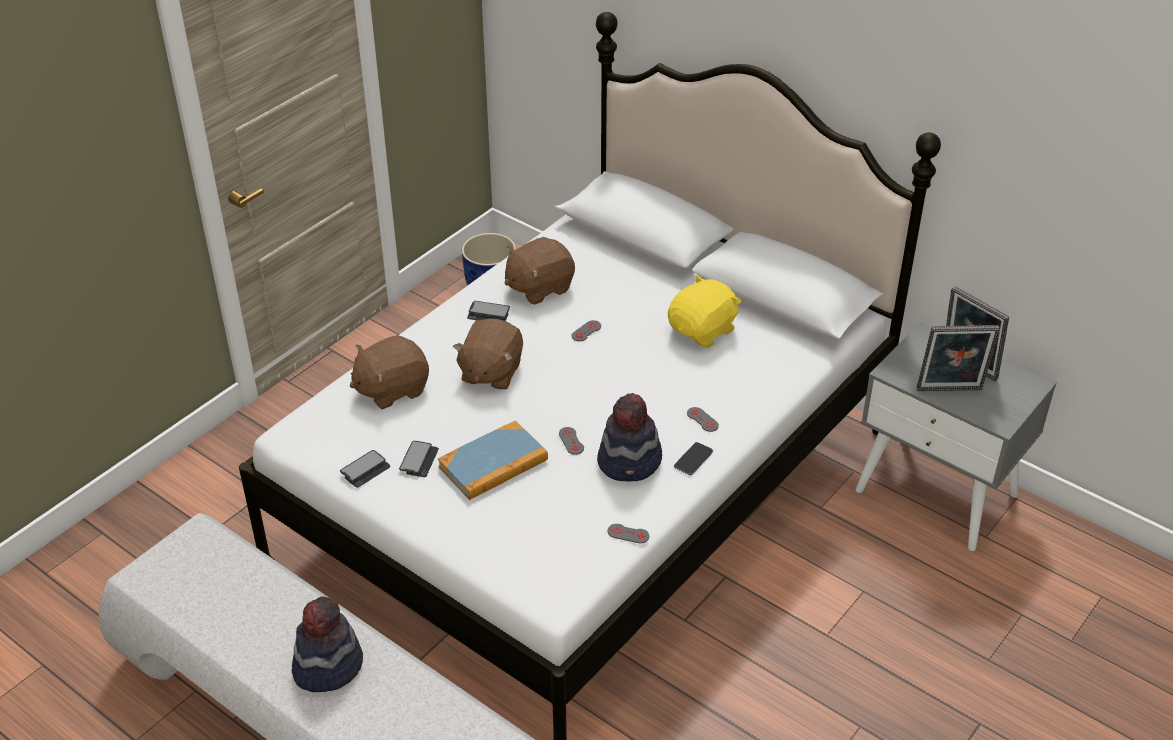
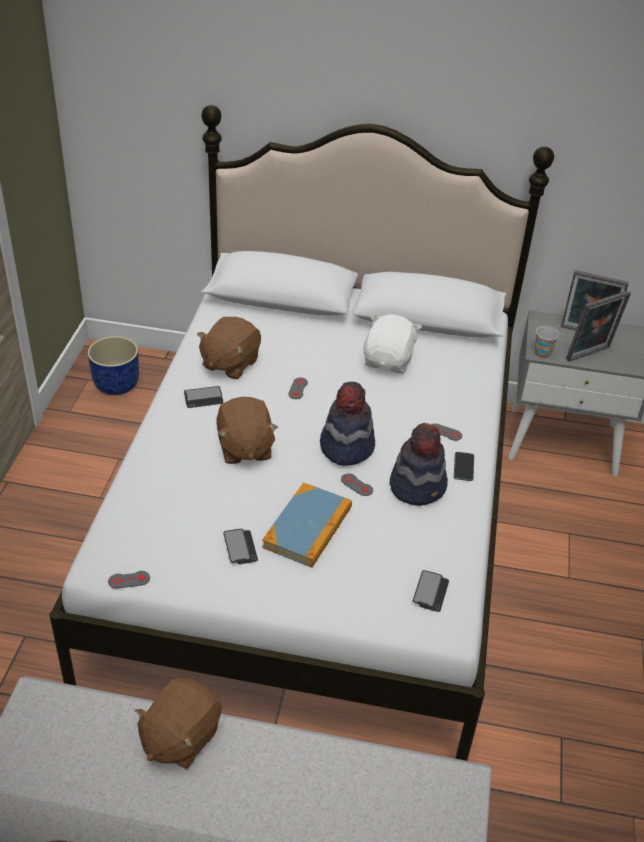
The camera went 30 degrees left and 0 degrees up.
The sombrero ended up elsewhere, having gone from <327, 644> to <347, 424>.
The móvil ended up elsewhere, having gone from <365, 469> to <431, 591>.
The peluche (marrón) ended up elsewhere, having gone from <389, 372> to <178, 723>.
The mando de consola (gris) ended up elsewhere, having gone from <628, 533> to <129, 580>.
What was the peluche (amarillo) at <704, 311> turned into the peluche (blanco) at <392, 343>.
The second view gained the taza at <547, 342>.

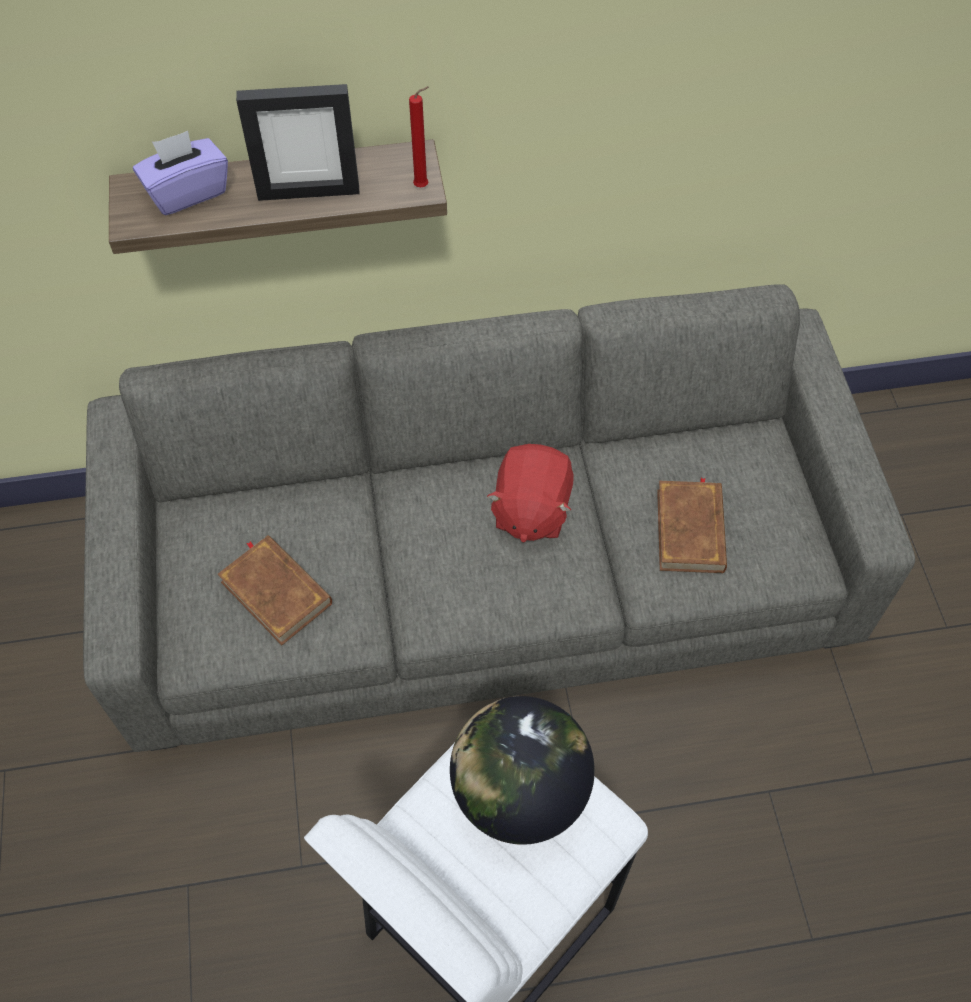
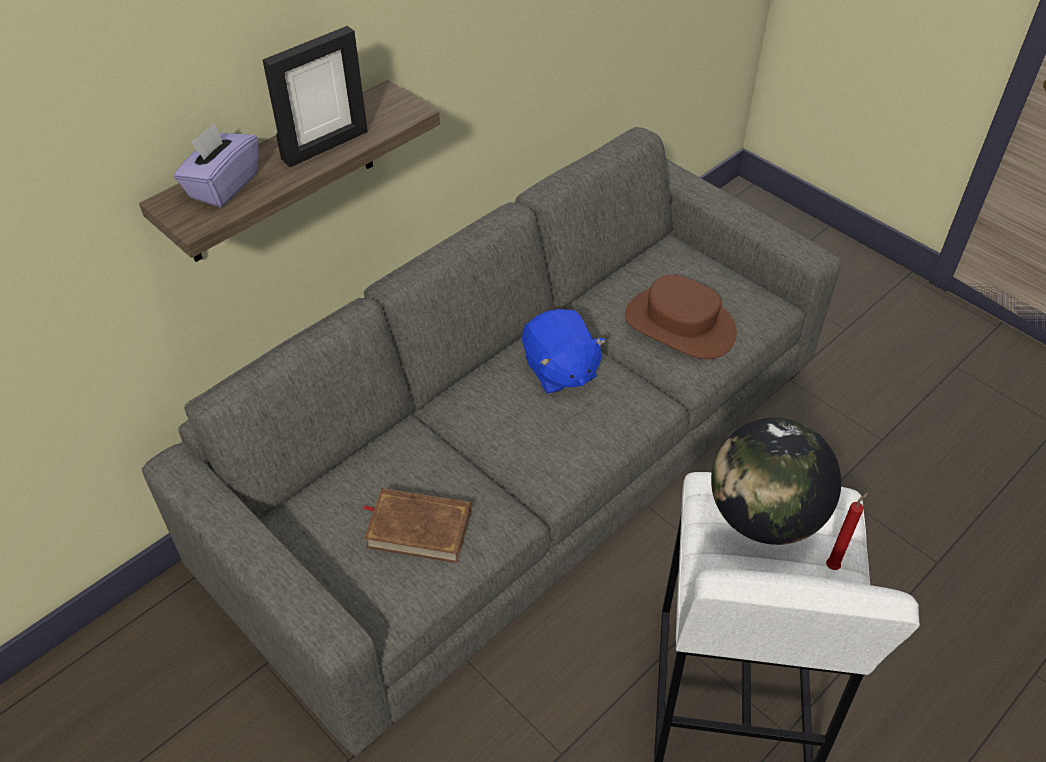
The camera went 35 degrees left and 10 degrees down.
The vela (rojo) ended up elsewhere, having gone from <419, 137> to <847, 531>.
What was the peluche (rojo) at <530, 493> turned into the peluche (azul) at <564, 351>.
Where the libro (marrón) stood at <692, 525>, the sombrero (marrón) came to stand at <681, 317>.

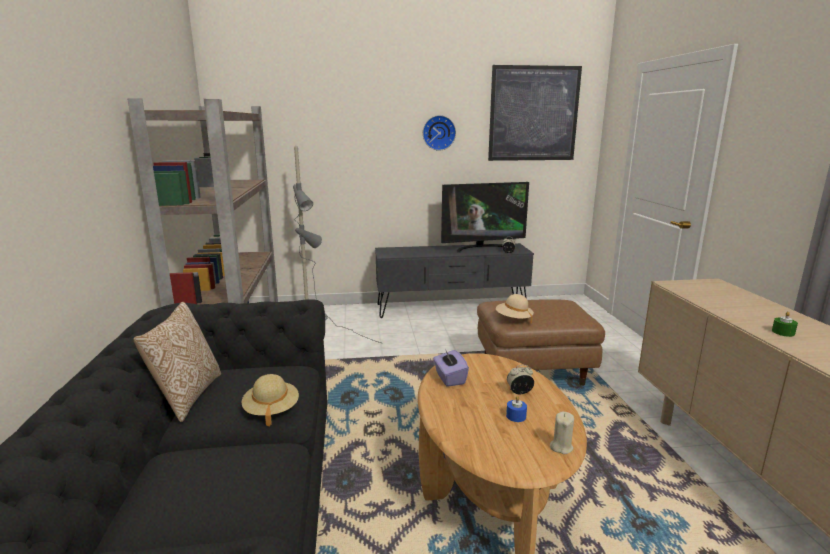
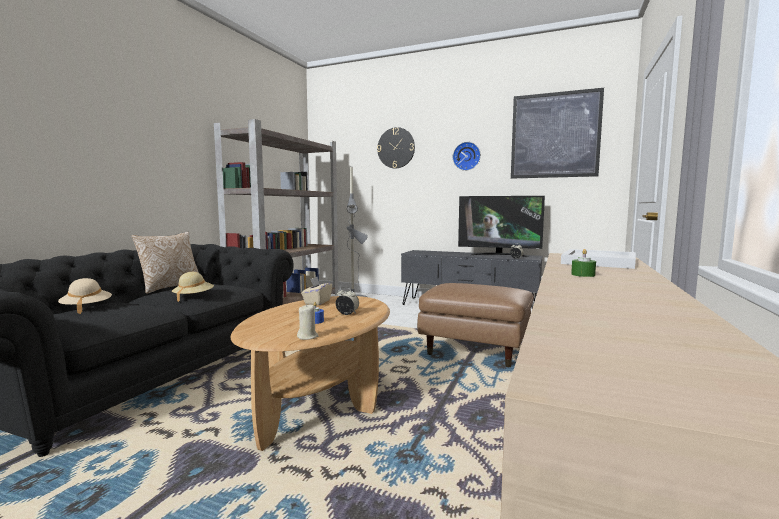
The camera went 30 degrees right and 10 degrees down.
What was the caja de pañuelos (morado) at <451, 368> turned into the caja de pañuelos (beis) at <316, 291>.
The sombrero (beis) ended up elsewhere, having gone from <515, 309> to <85, 296>.
The second view gained the reloj de pared at <396, 148>.
The second view gained the bandeja (blanco) at <598, 259>.

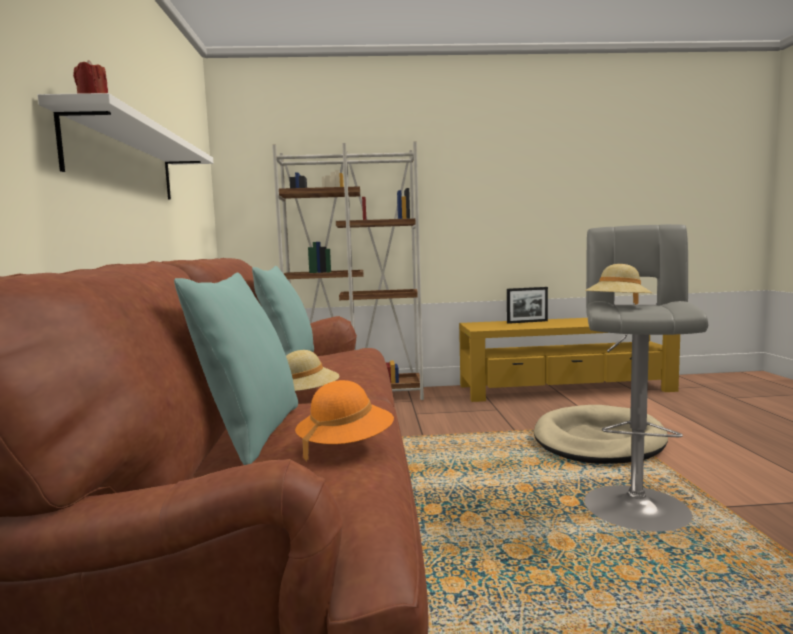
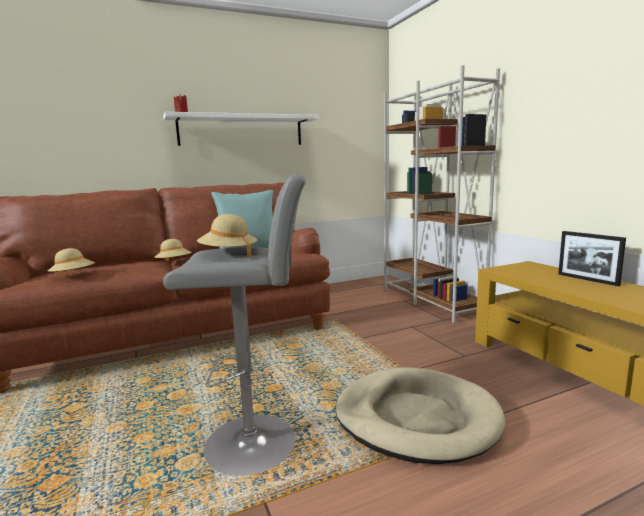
The camera went 70 degrees right and 5 degrees up.
The second view lost the cojín (turquesa) at <236, 369>.
What was the sombrero (naranja) at <344, 421> turned into the sombrero (beis) at <71, 261>.

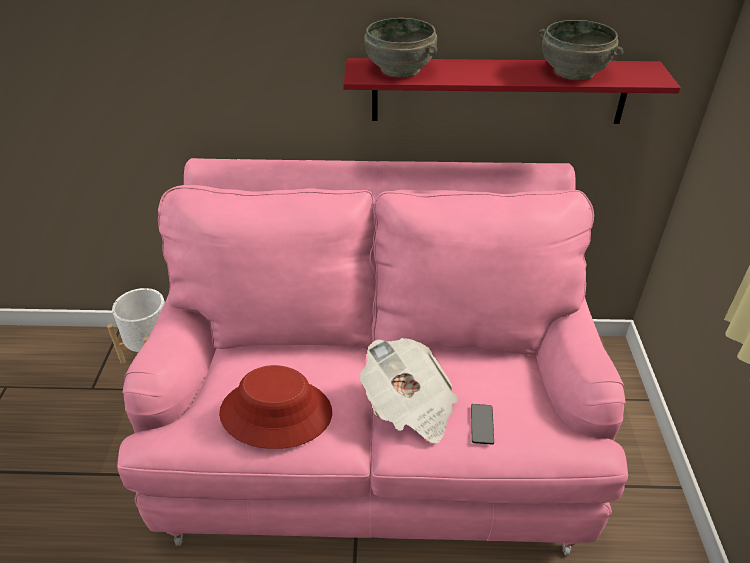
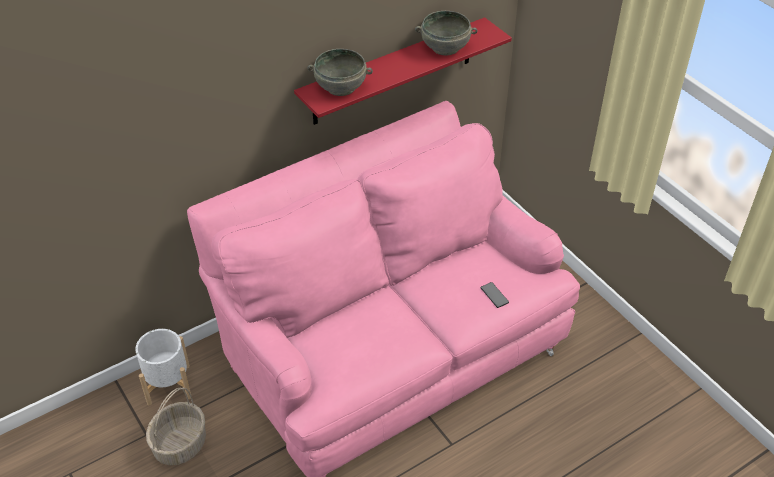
The camera went 35 degrees left and 5 degrees up.
The second view lost the sombrero (rojo) at <275, 407>.
The second view lost the periódico at <409, 390>.
The second view gained the cesta at <176, 426>.

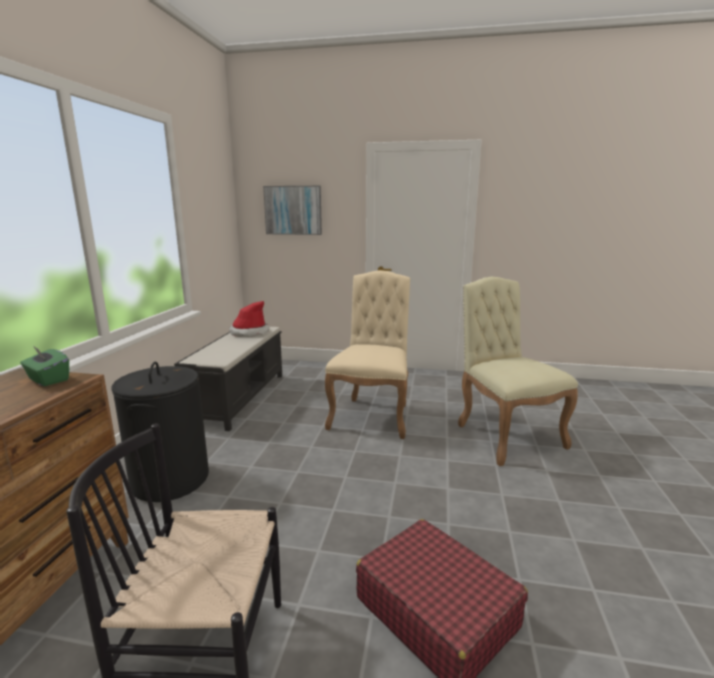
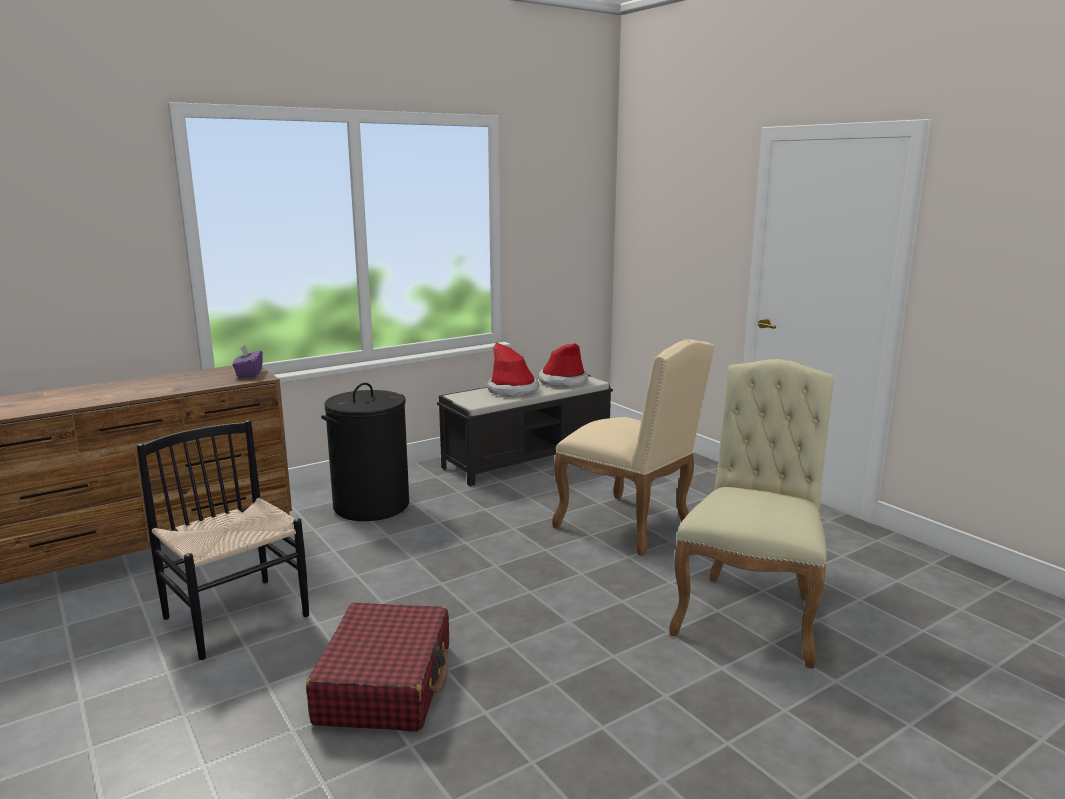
The camera went 45 degrees right and 0 degrees up.
What was the caja de pañuelos (verde) at <44, 366> turned into the caja de pañuelos (morado) at <248, 361>.
The second view lost the cuadro at <292, 210>.
The silla (beis) at <367, 354> ended up facing another way, 75 degrees clockwise from before.
The second view gained the sombrero at <513, 369>.

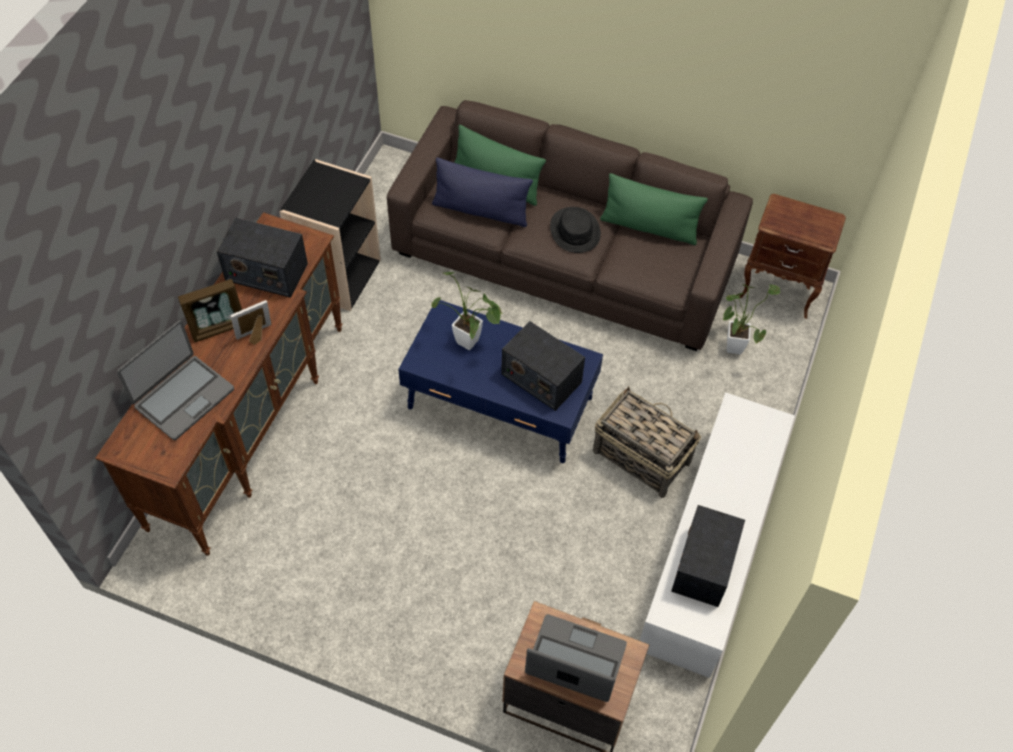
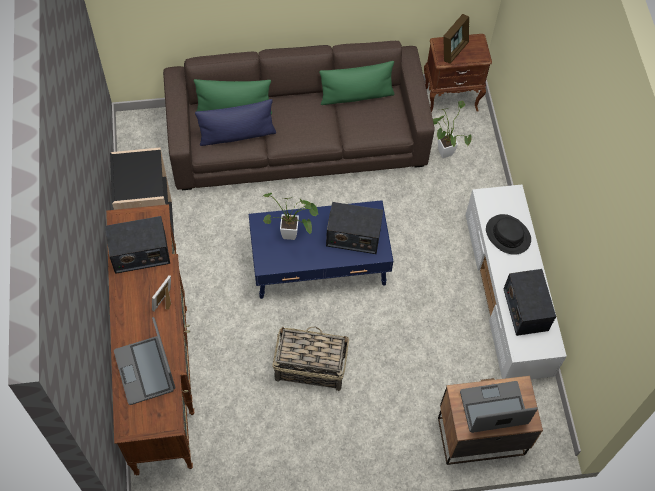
The camera went 30 degrees left and 5 degrees up.
The portátil at <175, 380> ended up facing another way, 150 degrees clockwise from before.
The portarretratos ended up elsewhere, having gone from <210, 310> to <456, 39>.
The sombrero (negro) ended up elsewhere, having gone from <575, 230> to <508, 234>.
The cesta ended up elsewhere, having gone from <647, 442> to <311, 359>.

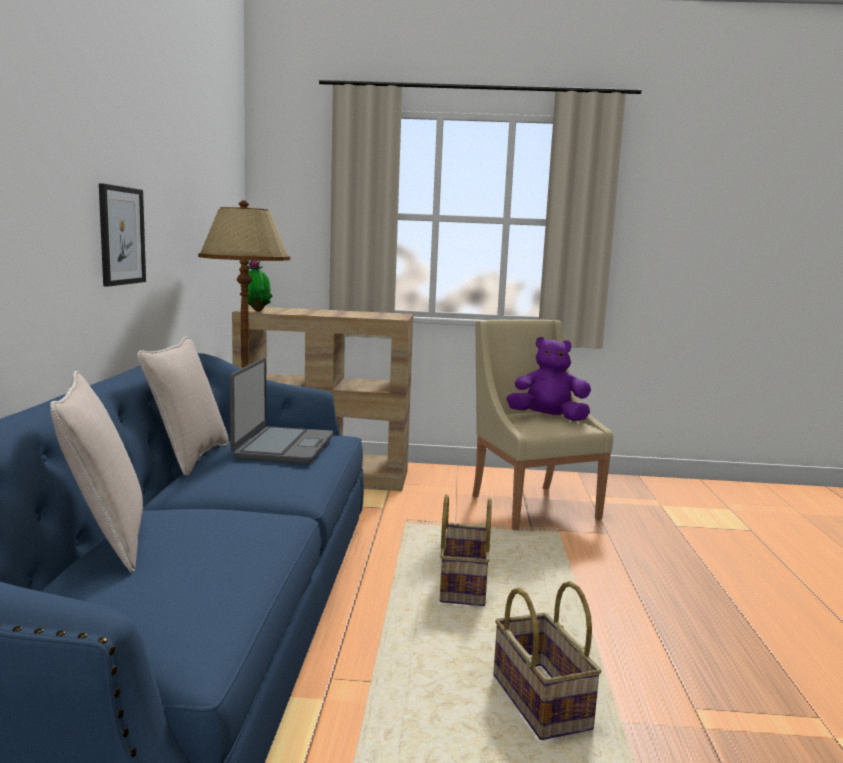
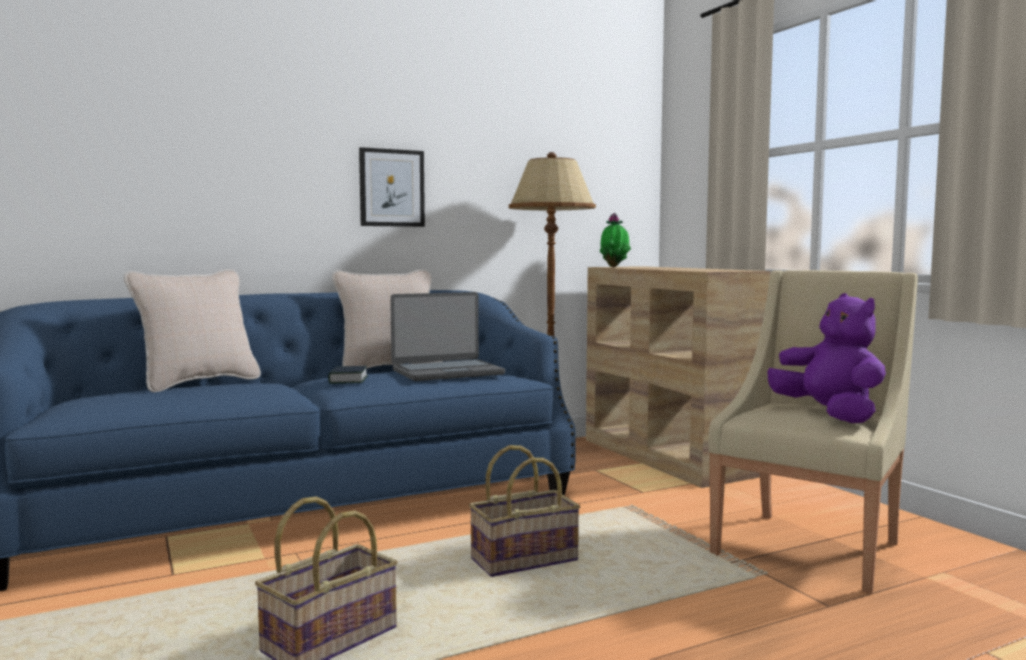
The camera went 60 degrees right and 5 degrees down.
The second view gained the libro at <348, 375>.

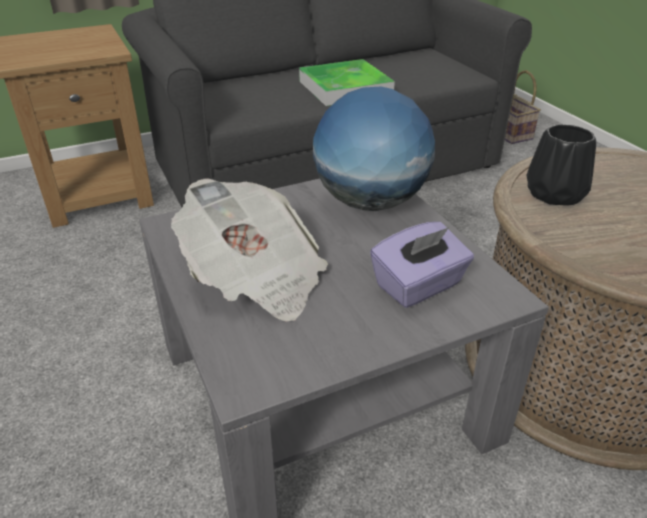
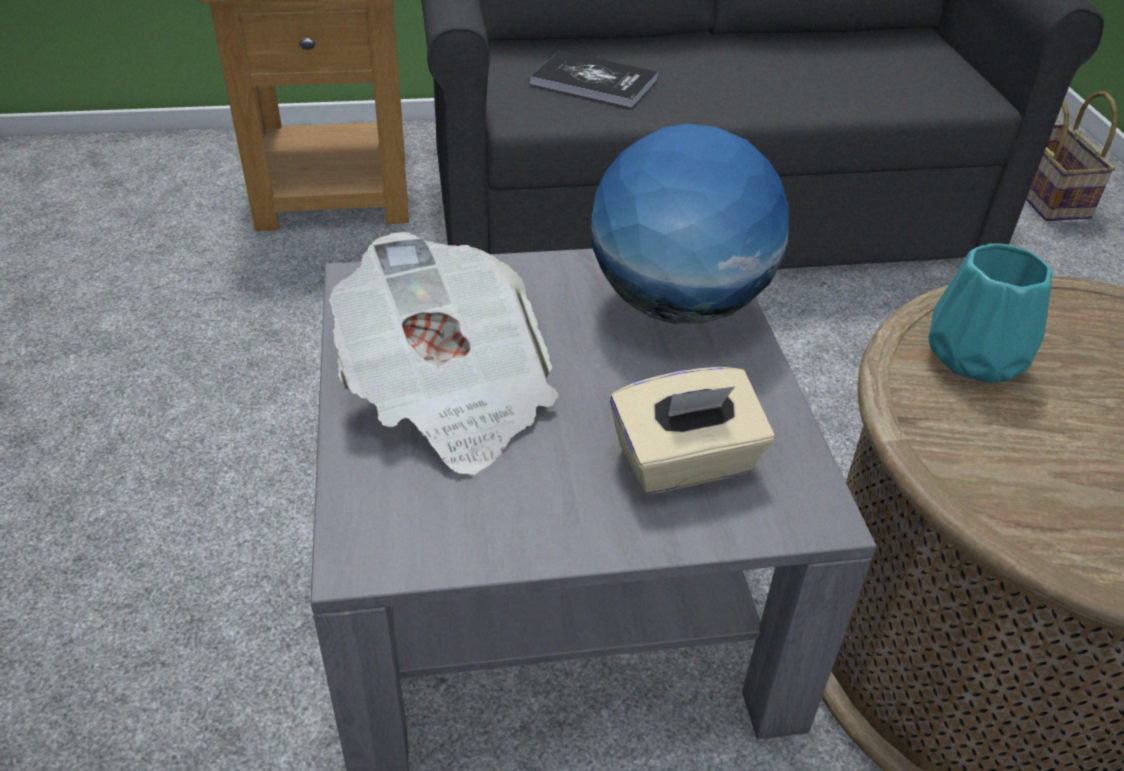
The camera went 15 degrees right and 5 degrees up.
The second view lost the bandeja at <347, 82>.
What was the caja de pañuelos (morado) at <422, 265> turned into the caja de pañuelos (beis) at <692, 430>.
What was the florero (negro) at <561, 164> turned into the florero (turquesa) at <990, 313>.
The second view gained the libro at <594, 79>.

